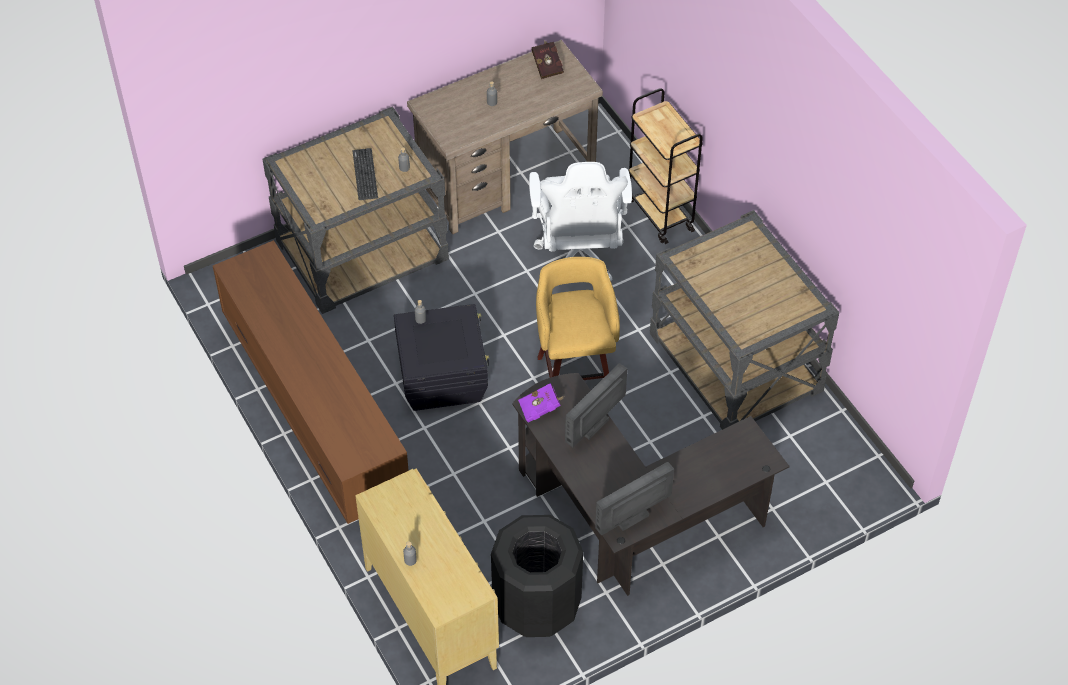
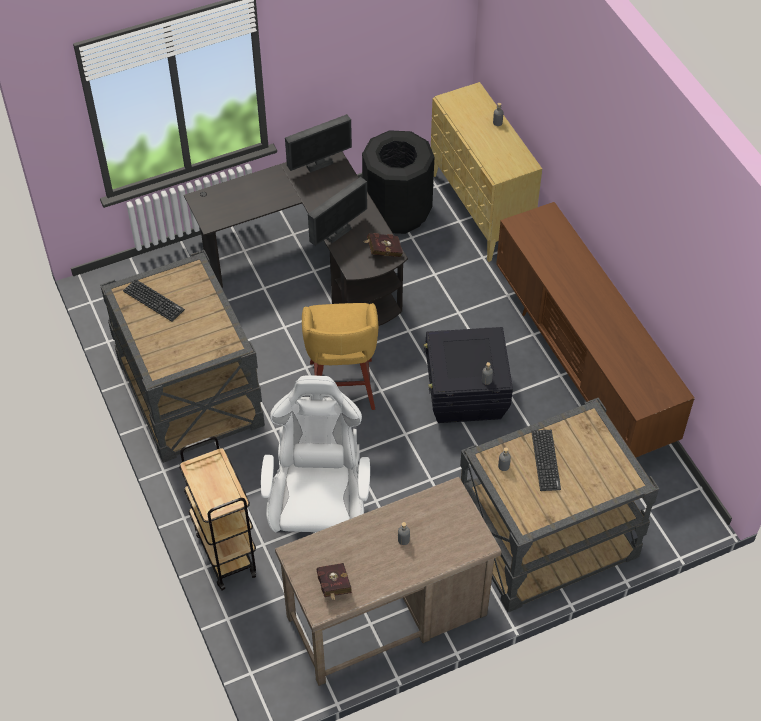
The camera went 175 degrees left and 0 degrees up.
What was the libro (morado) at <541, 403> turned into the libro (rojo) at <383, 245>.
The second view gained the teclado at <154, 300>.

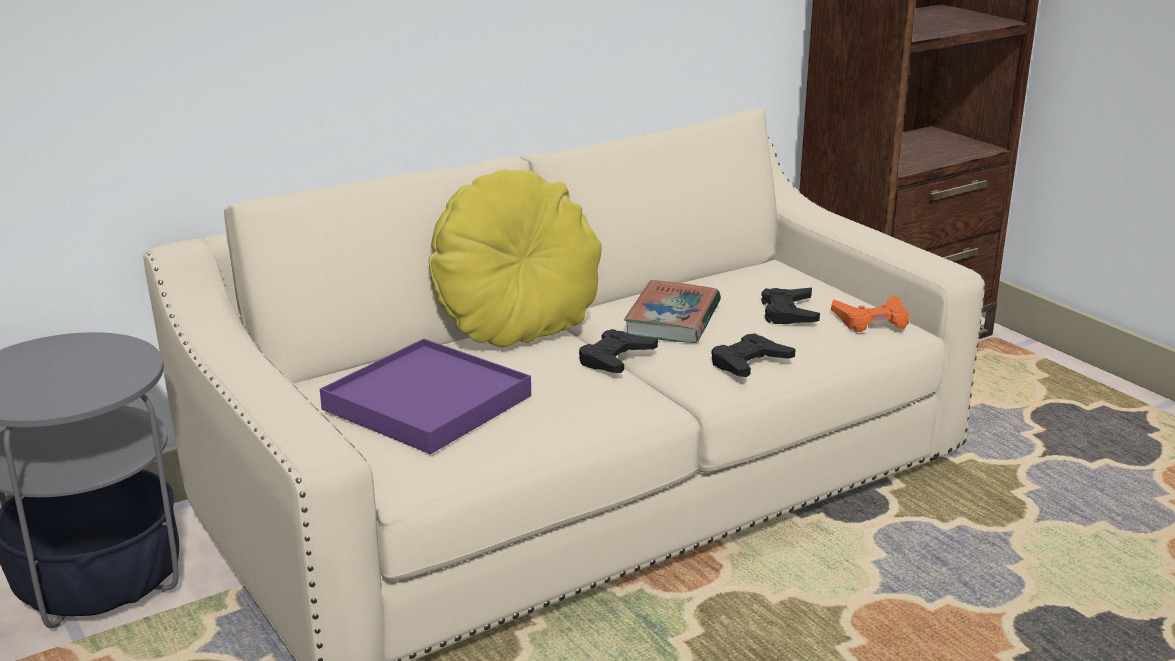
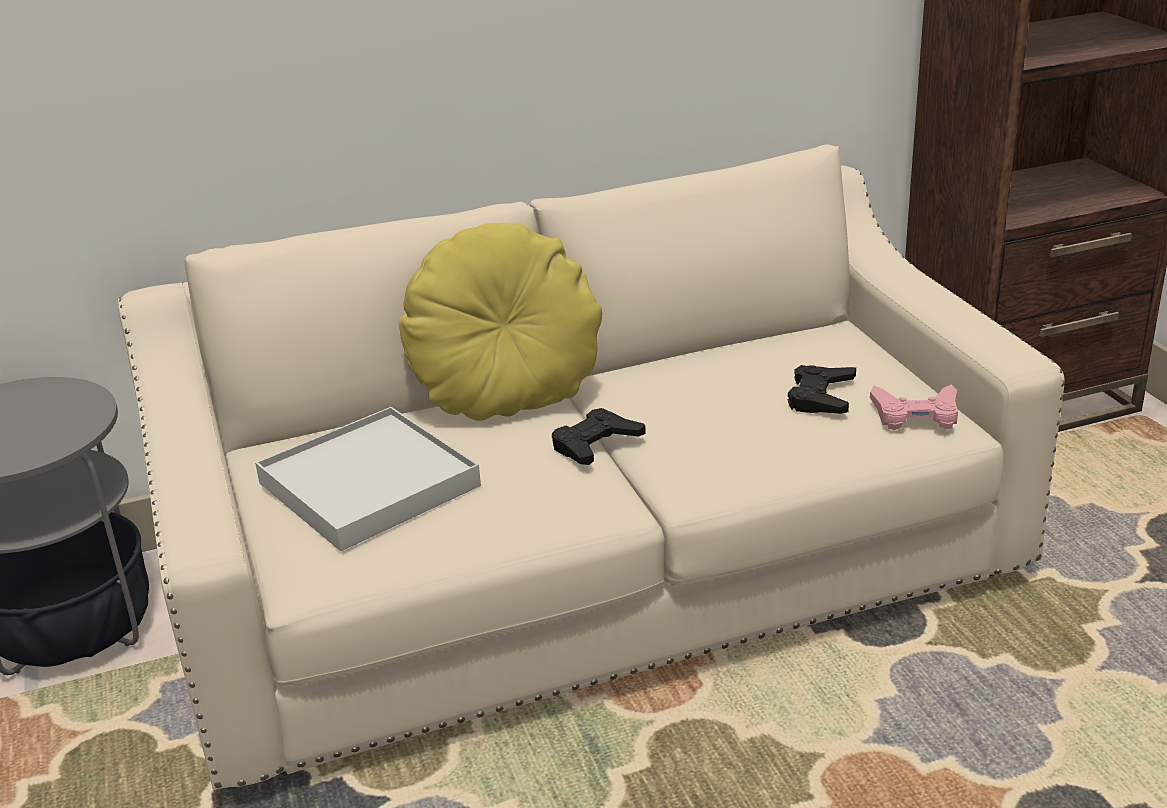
The camera went 15 degrees right and 5 degrees up.
What was the bandeja (morado) at <425, 396> turned into the bandeja (blanco) at <368, 479>.
The second view lost the libro at <672, 311>.
The second view lost the mando de consola (negro) at <753, 355>.
What was the mando de consola (naranja) at <870, 313> turned into the mando de consola (rosa) at <914, 407>.

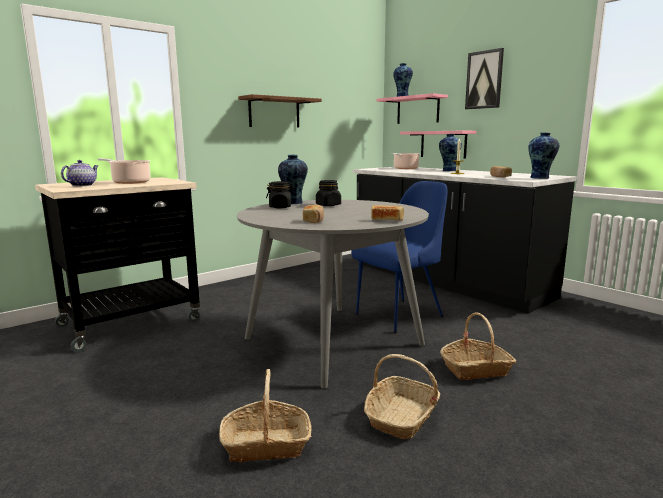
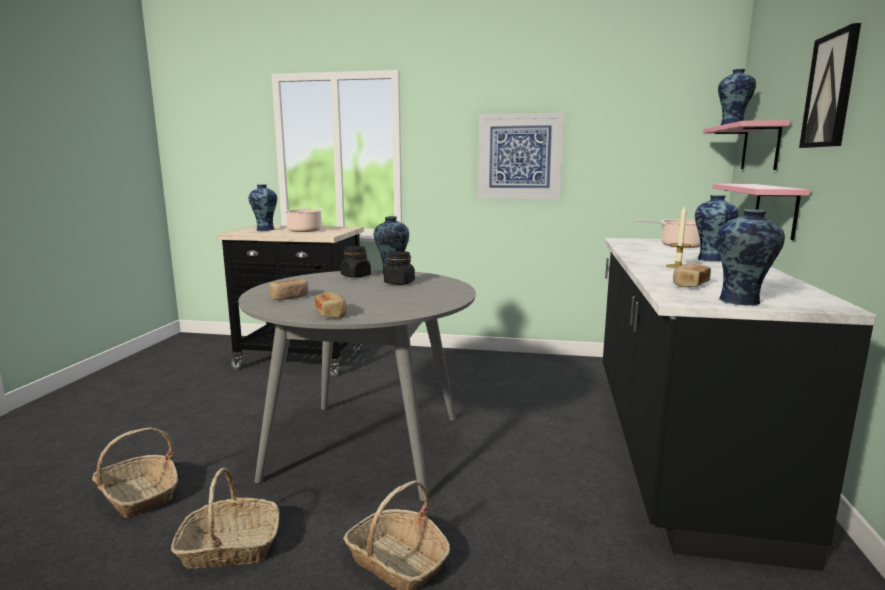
The camera went 50 degrees right and 0 degrees up.
Where the tetera stood at <79, 173>, the florero came to stand at <263, 207>.
Where the estante (marrón) hung at <280, 111>, the cuadro came to hang at <521, 156>.
The second view lost the silla (azul) at <399, 257>.

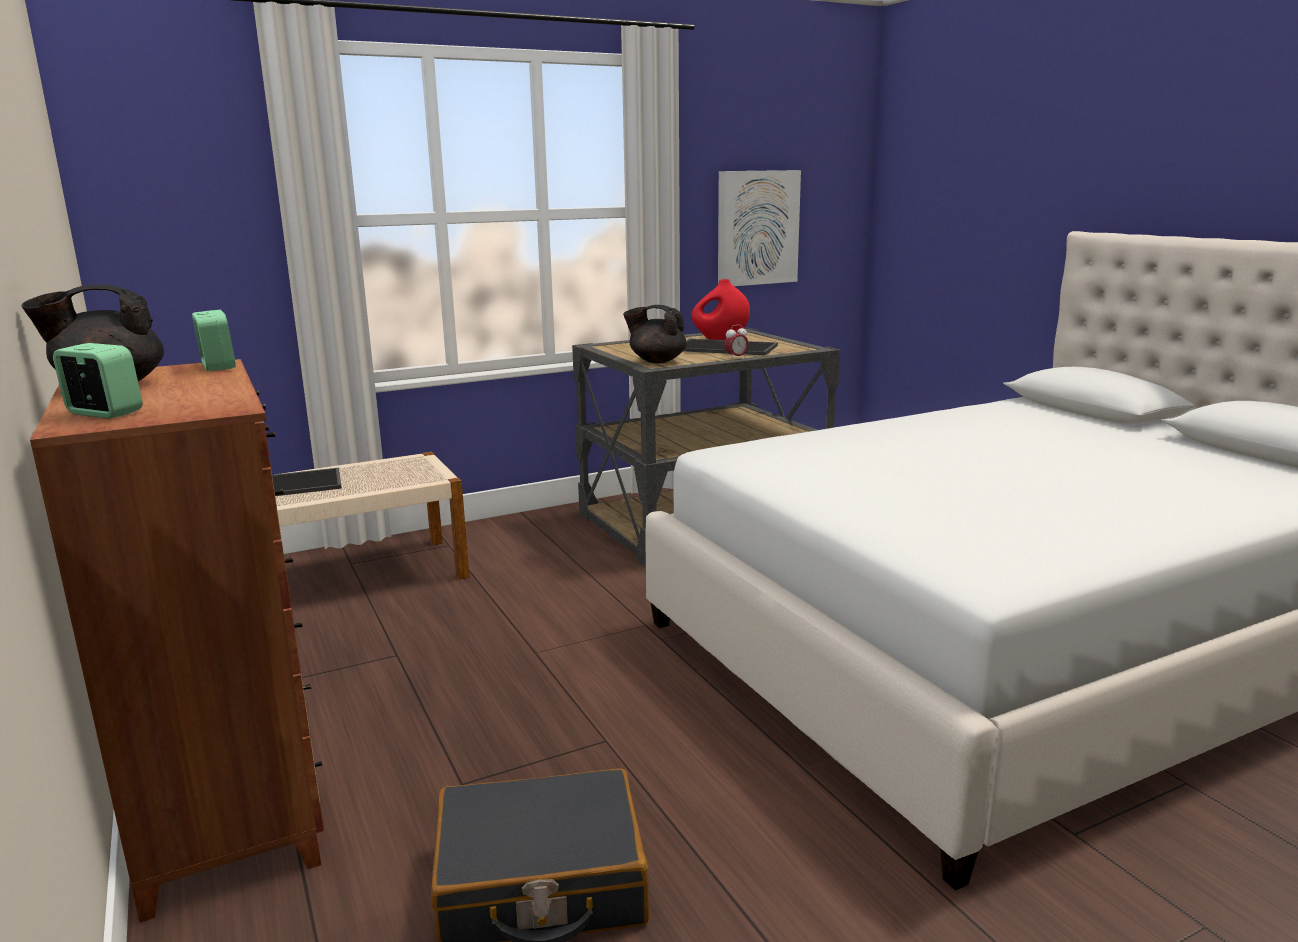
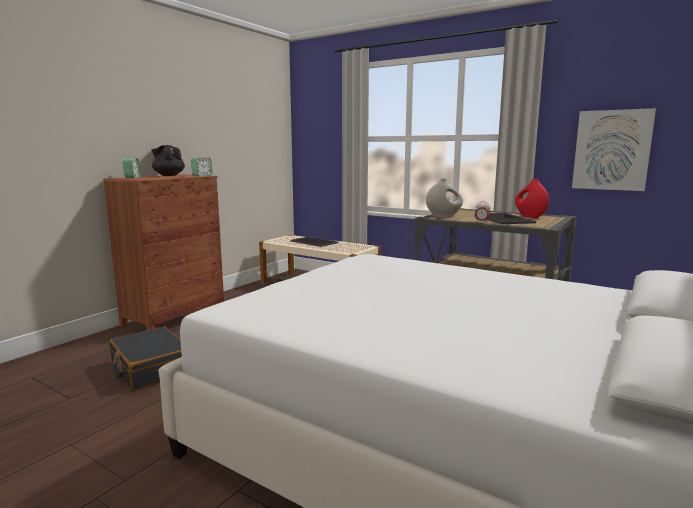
The camera went 60 degrees right and 5 degrees down.
Where the tetera (negro) stood at <654, 334>, the florero (blanco) came to stand at <444, 197>.

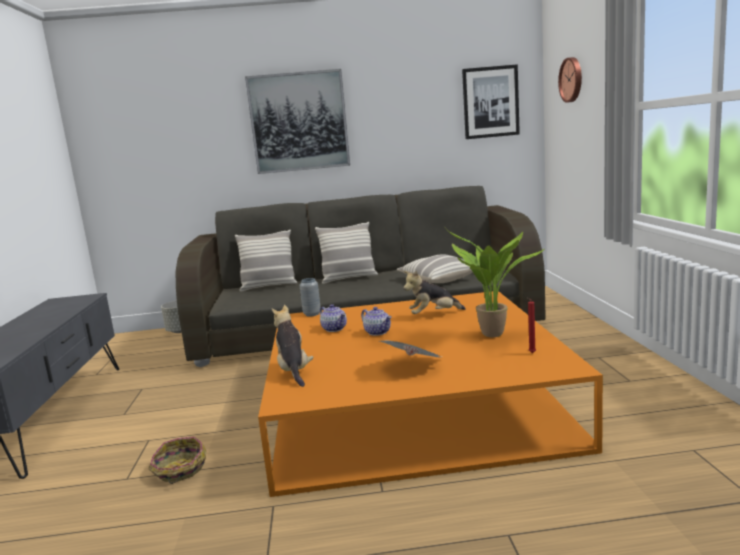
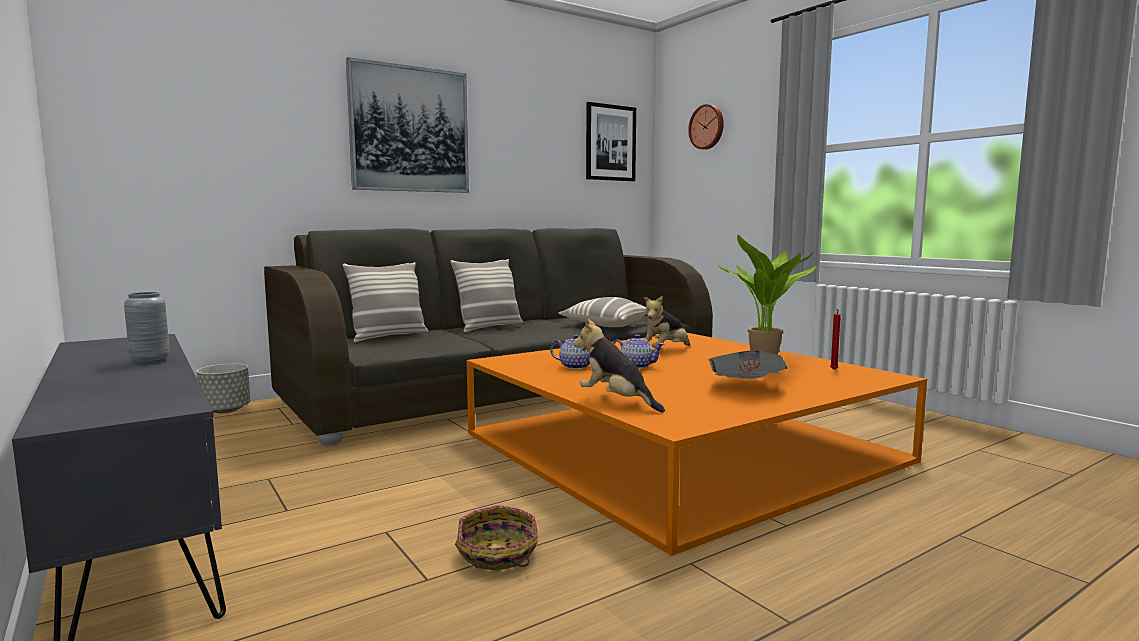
The camera went 30 degrees left and 5 degrees down.
The florero (gris) ended up elsewhere, having gone from <310, 297> to <147, 328>.

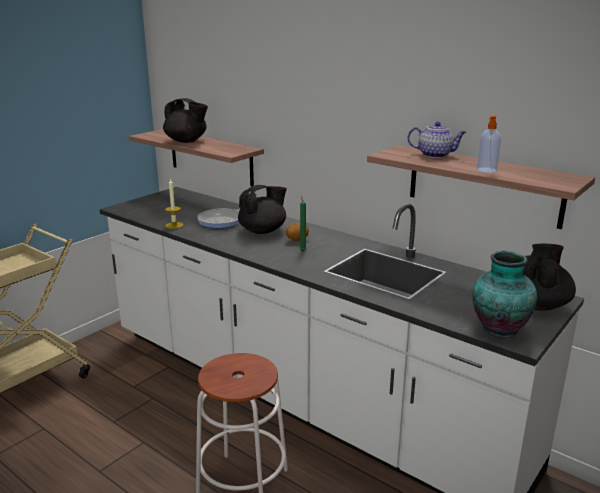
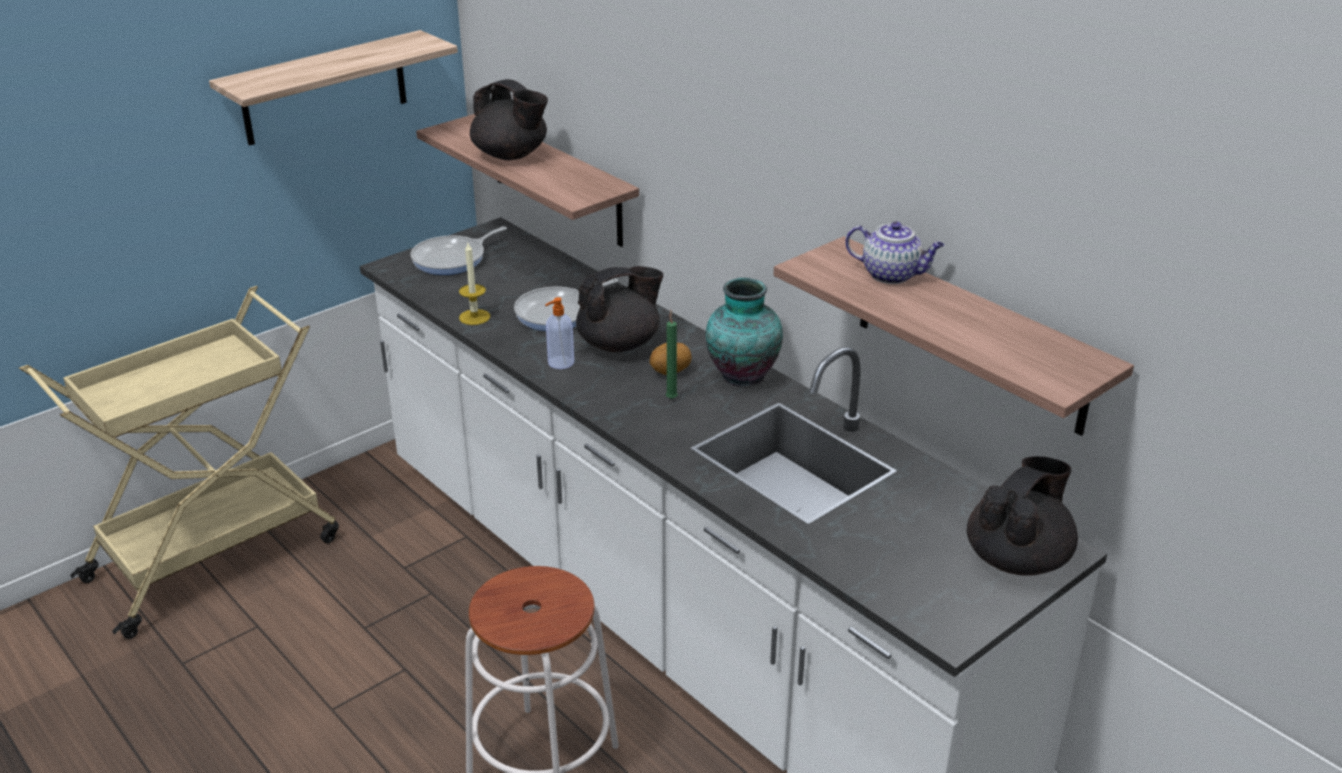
The camera went 10 degrees right and 10 degrees up.
The florero ended up elsewhere, having gone from <504, 294> to <744, 331>.
The dispensador de jabón ended up elsewhere, having gone from <489, 144> to <559, 333>.
The second view gained the estante at <333, 88>.
The second view gained the sartén at <458, 250>.

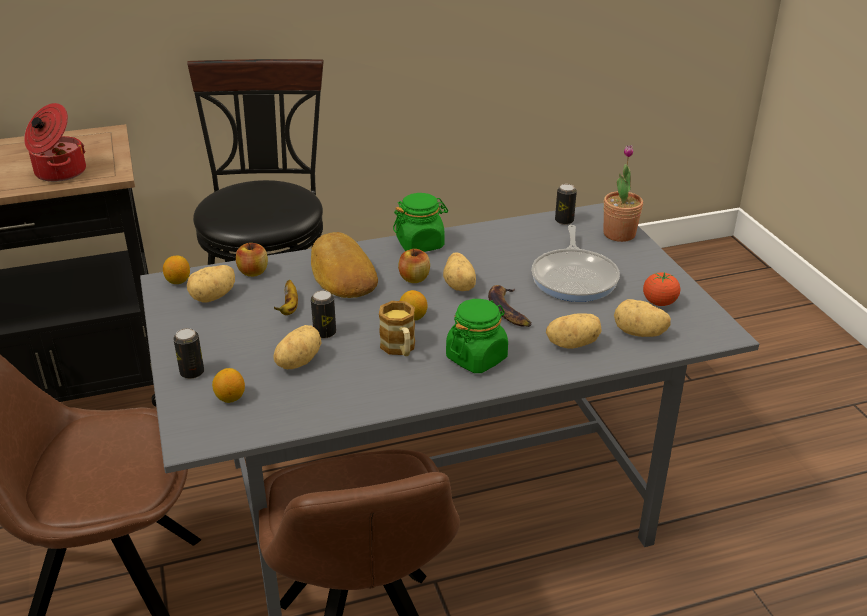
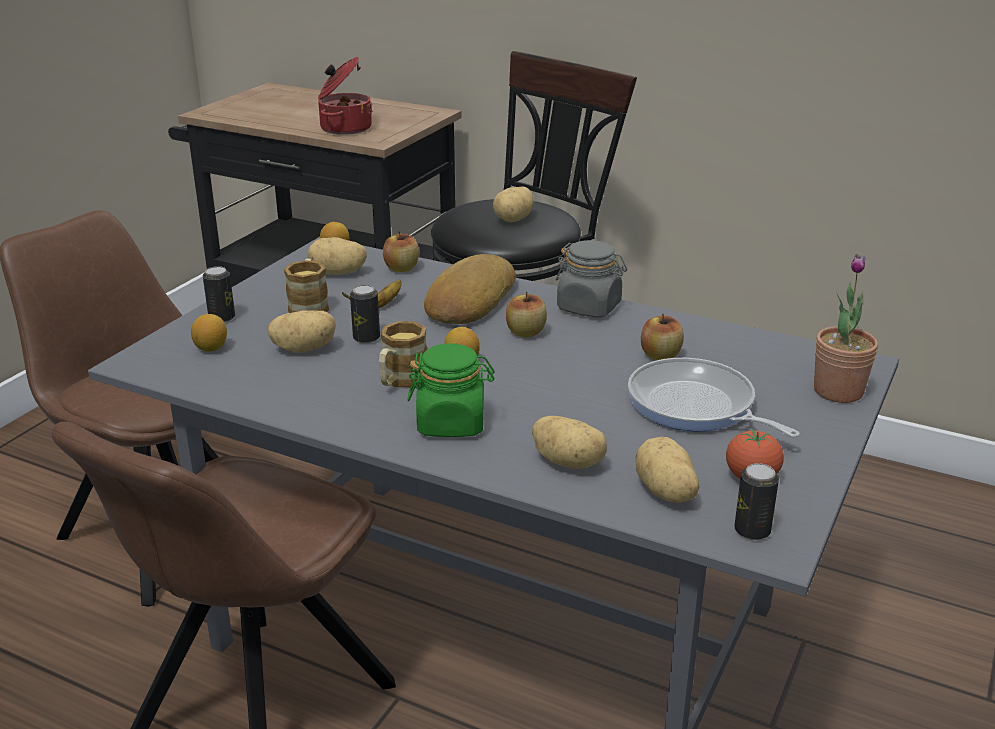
The camera went 45 degrees right and 5 degrees down.
What was the tarro (verde) at <420, 222> turned into the tarro (gris) at <591, 279>.
The patata ended up elsewhere, having gone from <459, 271> to <513, 204>.
The second view lost the plátano at <510, 306>.
The sartén at <575, 263> ended up facing another way, 90 degrees clockwise from before.
The lata ended up elsewhere, having gone from <566, 204> to <756, 501>.
The second view gained the taza grande at <306, 286>.
The second view gained the manzana at <662, 337>.

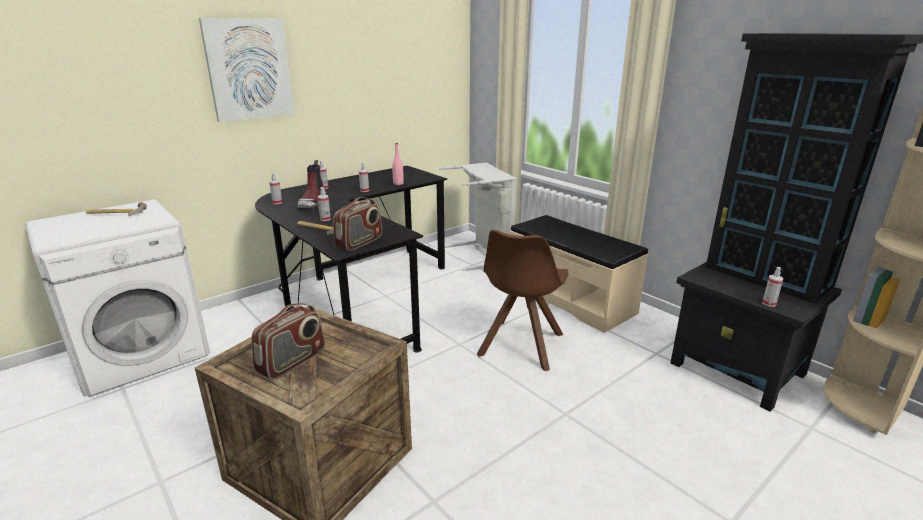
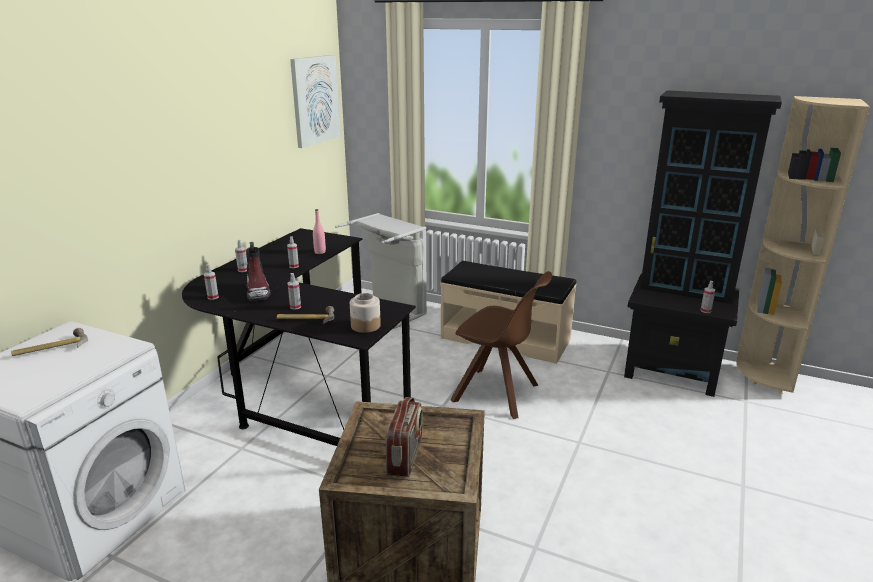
The camera went 25 degrees left and 0 degrees up.
The cuadro ended up elsewhere, having gone from <247, 70> to <315, 101>.
Where the radio stood at <357, 224>, the tarro came to stand at <365, 313>.
The silla (marrón) at <523, 300> ended up facing another way, 60 degrees counterclockwise from before.

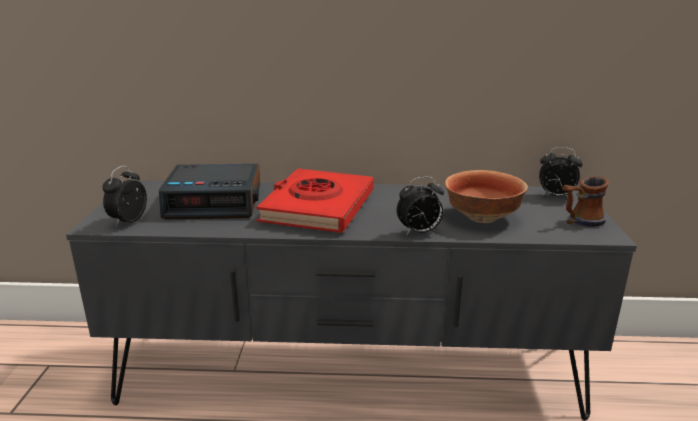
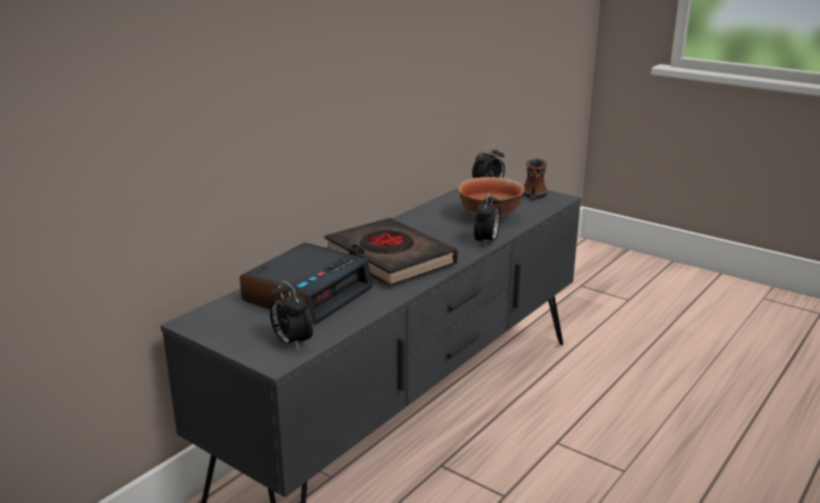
The camera went 55 degrees left and 0 degrees up.
What was the libro (rojo) at <315, 200> turned into the libro (negro) at <391, 252>.

